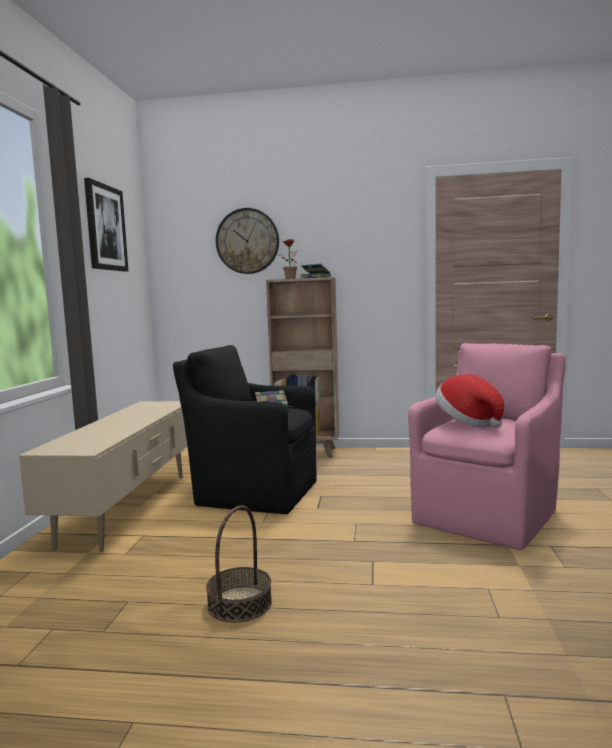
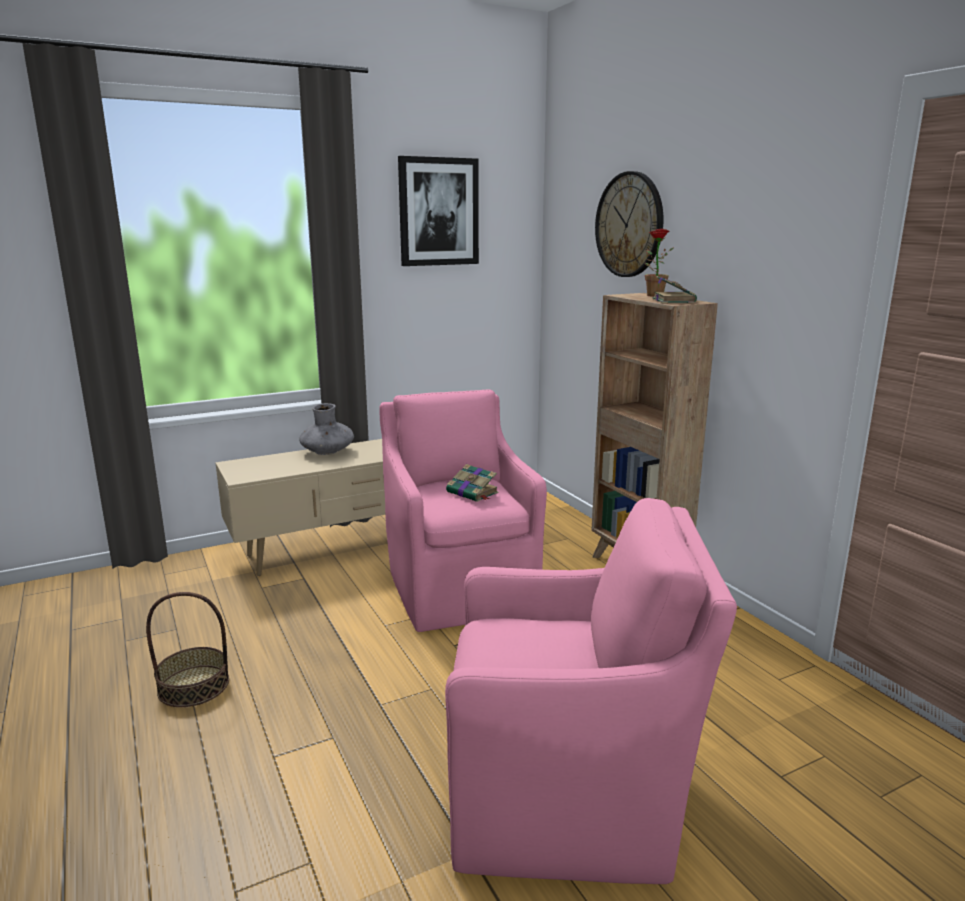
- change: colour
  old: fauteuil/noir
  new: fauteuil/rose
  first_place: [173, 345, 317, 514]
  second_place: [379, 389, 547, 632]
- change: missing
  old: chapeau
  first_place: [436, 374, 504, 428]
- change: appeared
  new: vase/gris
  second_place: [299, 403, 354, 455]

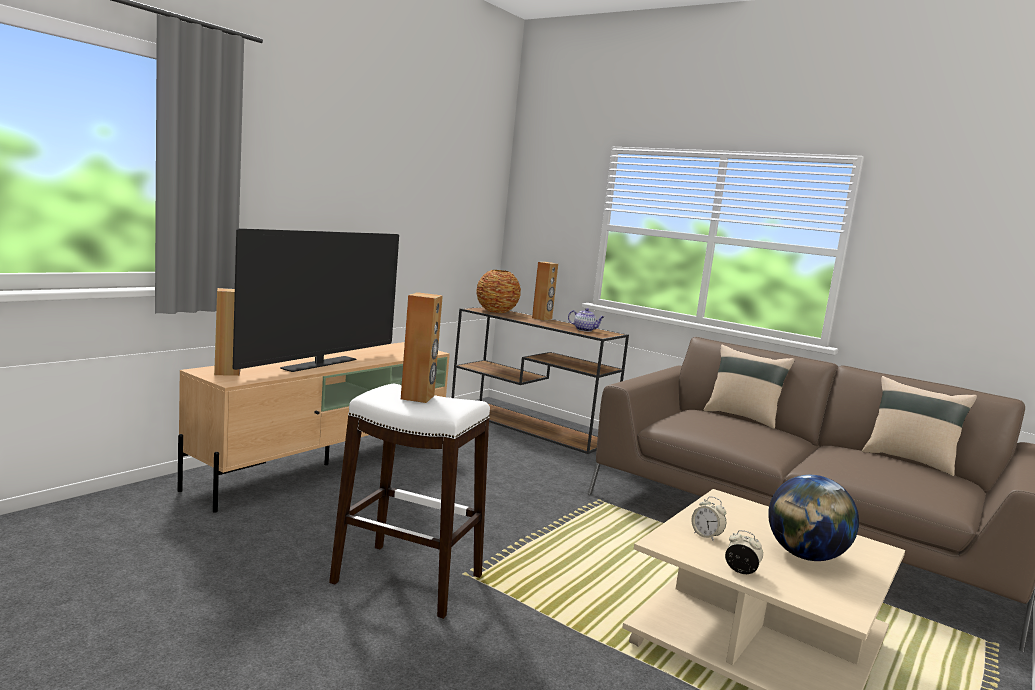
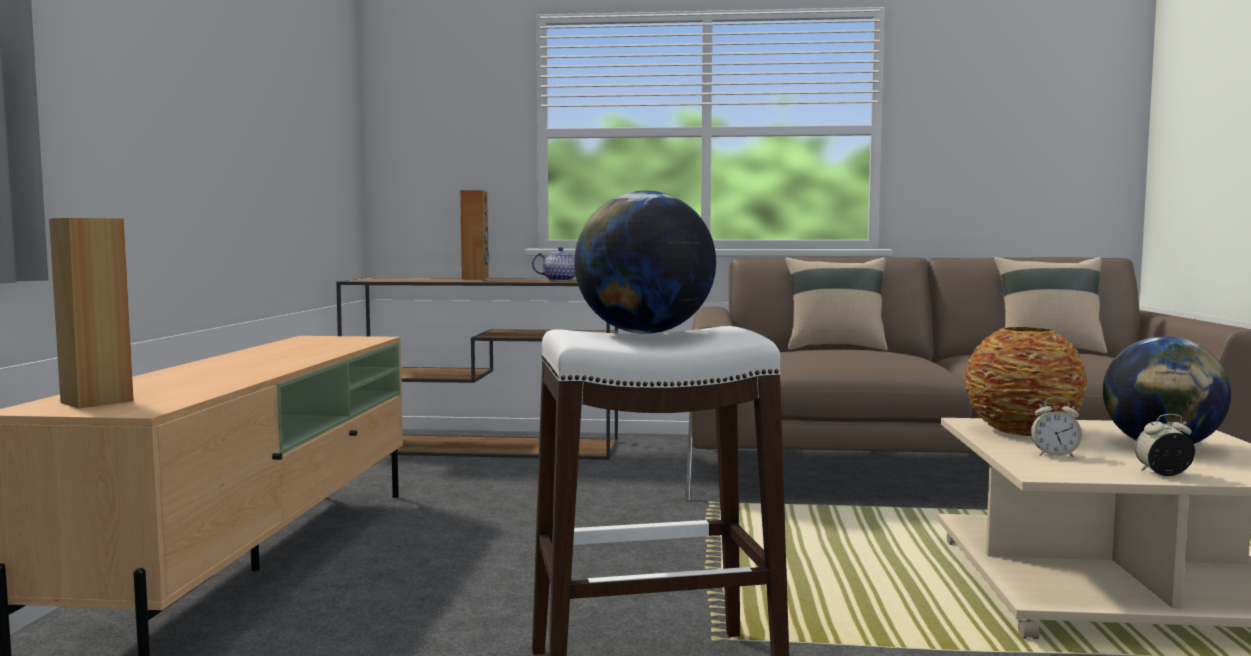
- change: missing
  old: téléviseur
  first_place: [233, 228, 399, 372]
- change: relocated
  old: vase
  first_place: [476, 270, 521, 313]
  second_place: [965, 327, 1087, 436]
- change: exchanged
  old: enceinte/marron
  new: globe
  first_place: [401, 292, 443, 403]
  second_place: [574, 190, 716, 334]

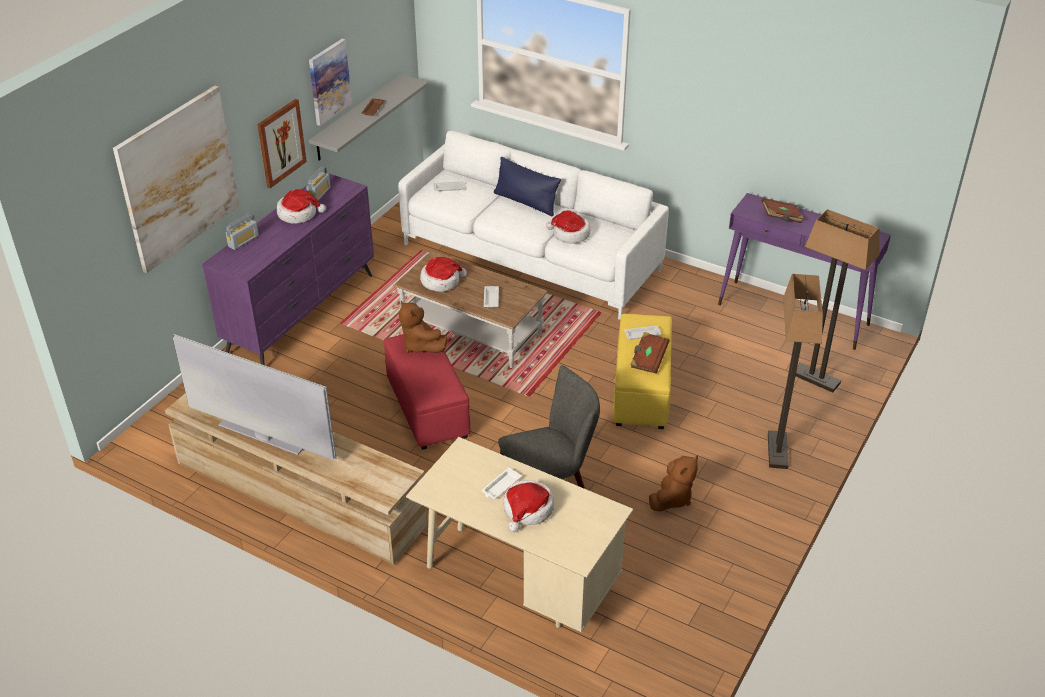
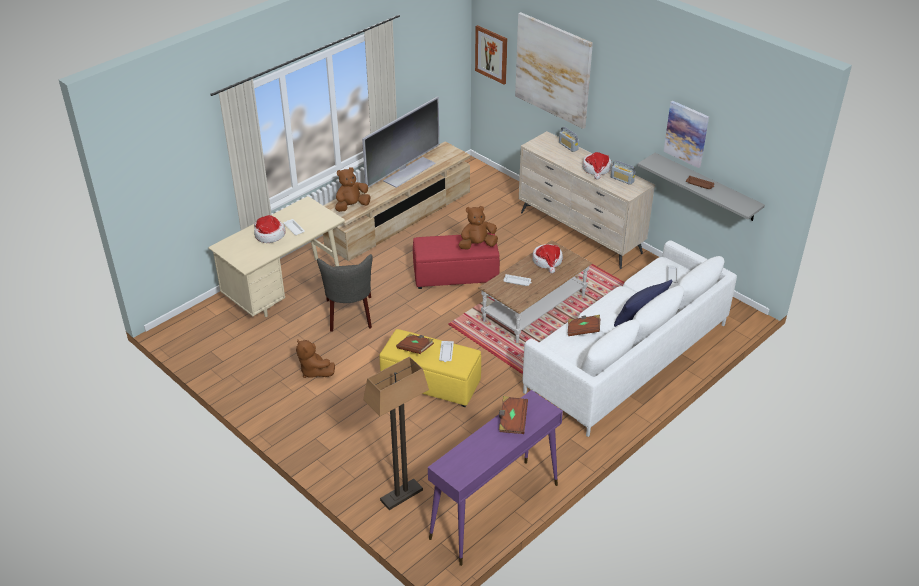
- change: relocated
  old: tableau
  first_place: [257, 99, 307, 188]
  second_place: [475, 25, 507, 85]
- change: colour
  old: commode/violet
  new: commode/beige
  first_place: [202, 173, 374, 365]
  second_place: [519, 131, 655, 269]
- change: exchanged
  old: chapeau
  new: livre/marron
  first_place: [546, 211, 591, 244]
  second_place: [568, 315, 600, 336]
- change: missing
  old: lampadaire
  first_place: [768, 274, 823, 469]
- change: appeared
  new: peluche/marron
  second_place: [335, 167, 370, 212]

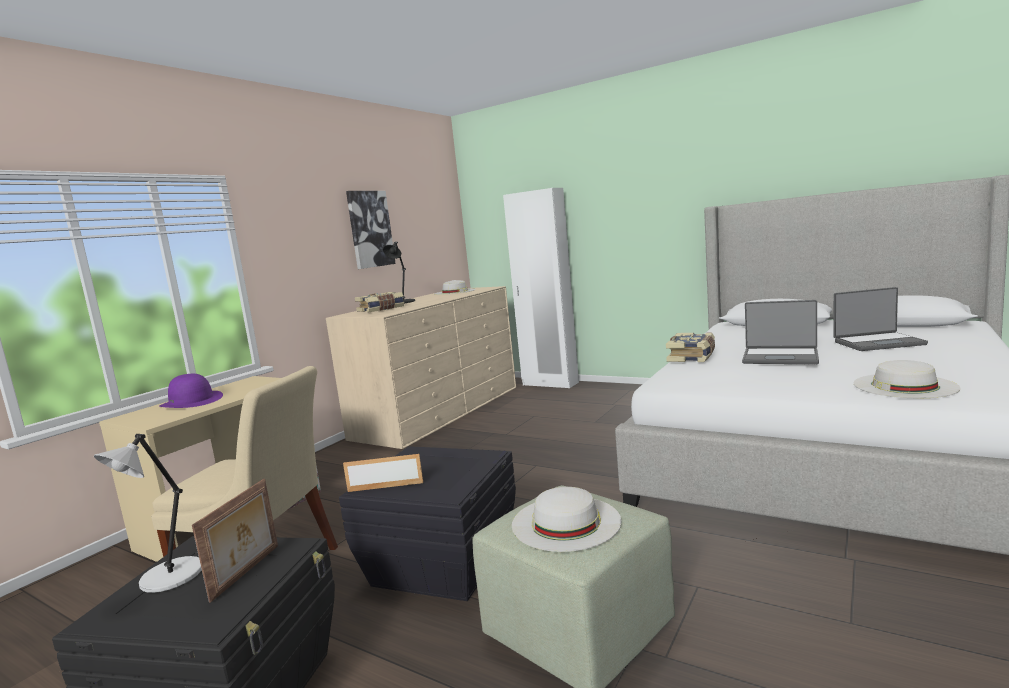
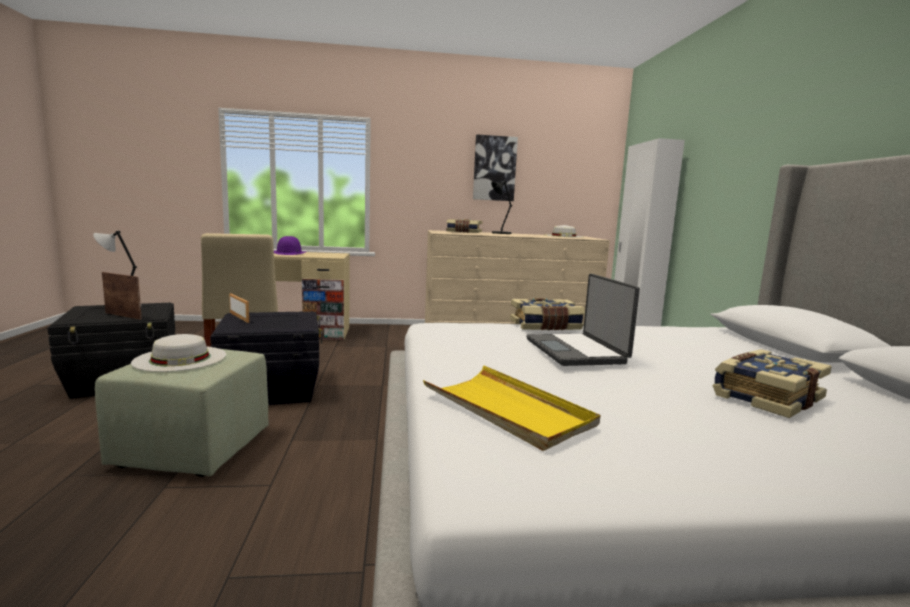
- change: exchanged
  old: ordinateur portable
  new: livre
  first_place: [833, 287, 928, 351]
  second_place: [712, 349, 832, 418]
- change: exchanged
  old: chapeau/blanc
  new: plateau/jaune
  first_place: [854, 360, 960, 398]
  second_place: [423, 365, 600, 451]
- change: spun
  old: cadre photo
  first_place: [192, 479, 278, 603]
  second_place: [102, 272, 142, 320]
  degrees: -135

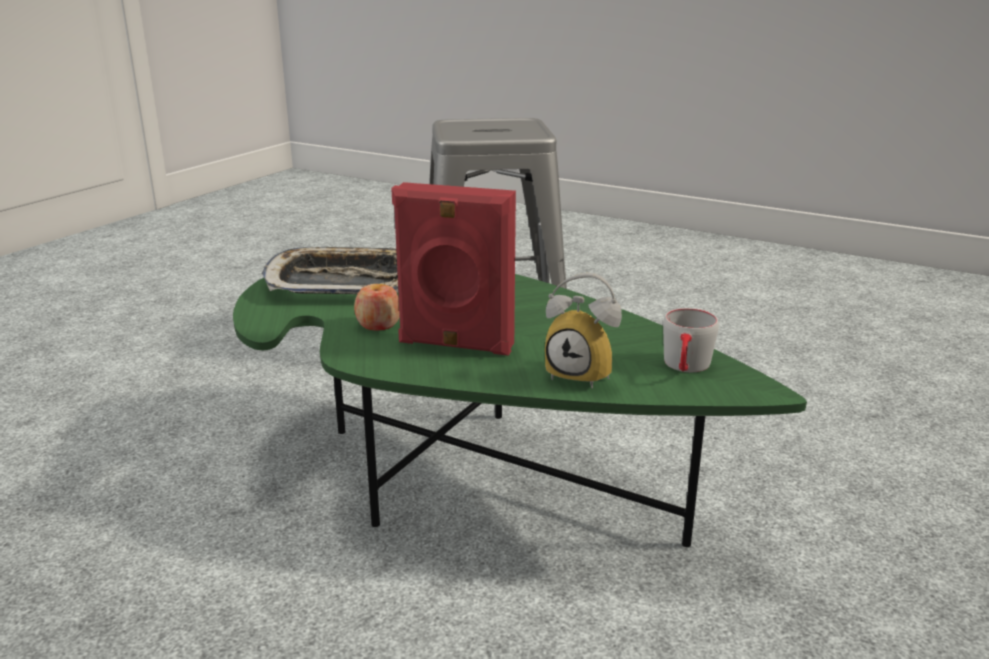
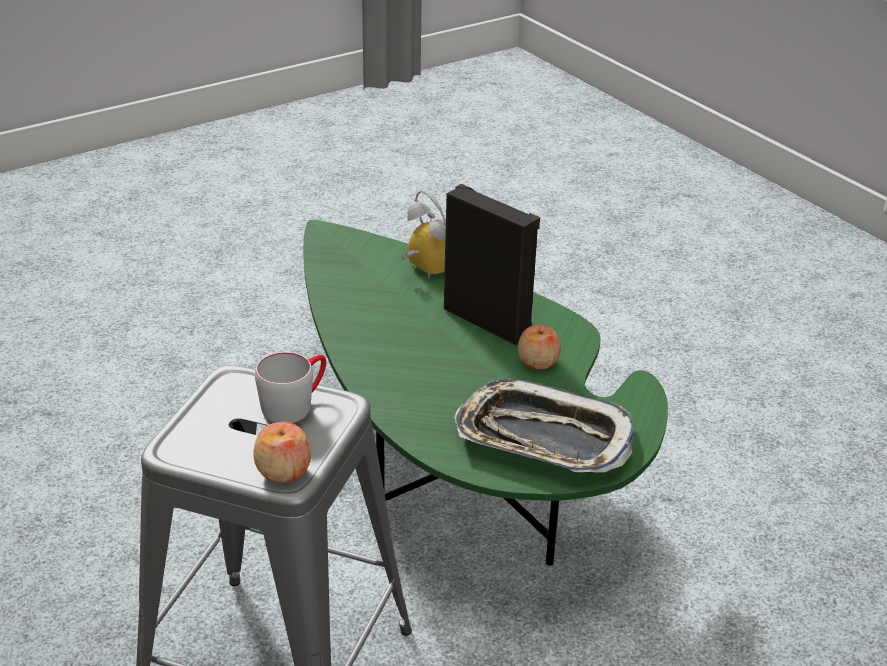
- change: colour
  old: enceinte/rouge
  new: enceinte/noir
  first_place: [391, 182, 516, 356]
  second_place: [444, 184, 540, 345]
- change: relocated
  old: mug/gris
  first_place: [663, 308, 719, 372]
  second_place: [255, 352, 326, 423]
- change: appeared
  new: pomme
  second_place: [253, 422, 311, 483]

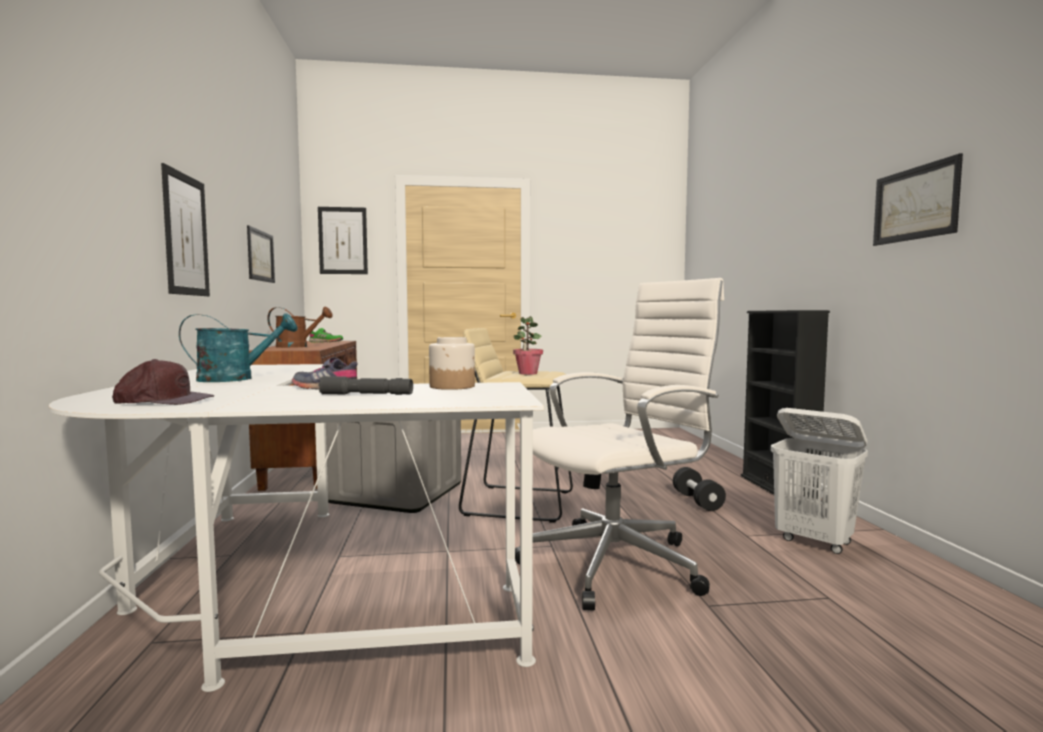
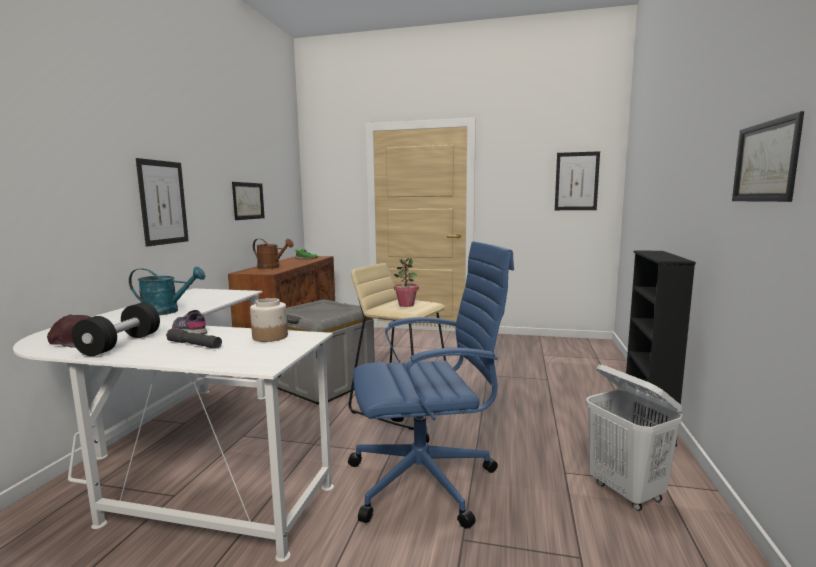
- change: relocated
  old: tableau
  first_place: [318, 207, 368, 274]
  second_place: [555, 151, 600, 210]
- change: colour
  old: chaise de bureau/blanc
  new: chaise de bureau/bleu
  first_place: [515, 278, 724, 610]
  second_place: [348, 241, 514, 529]
- change: relocated
  old: haltère/noir
  first_place: [673, 467, 726, 511]
  second_place: [72, 303, 160, 356]

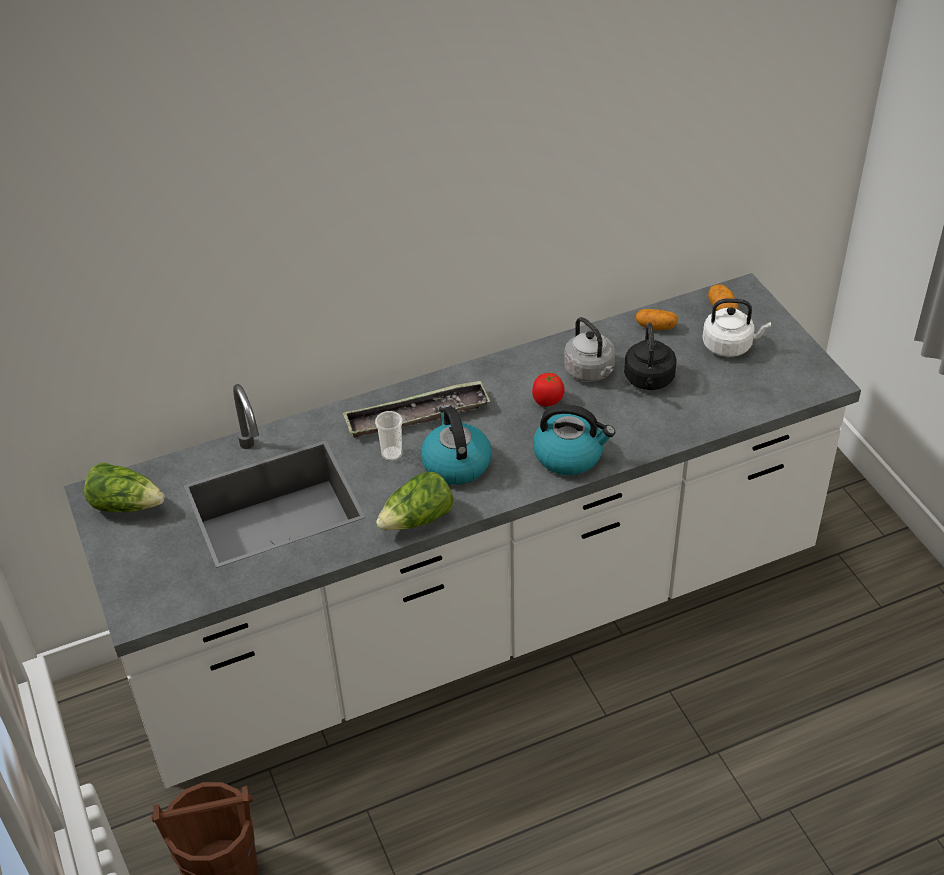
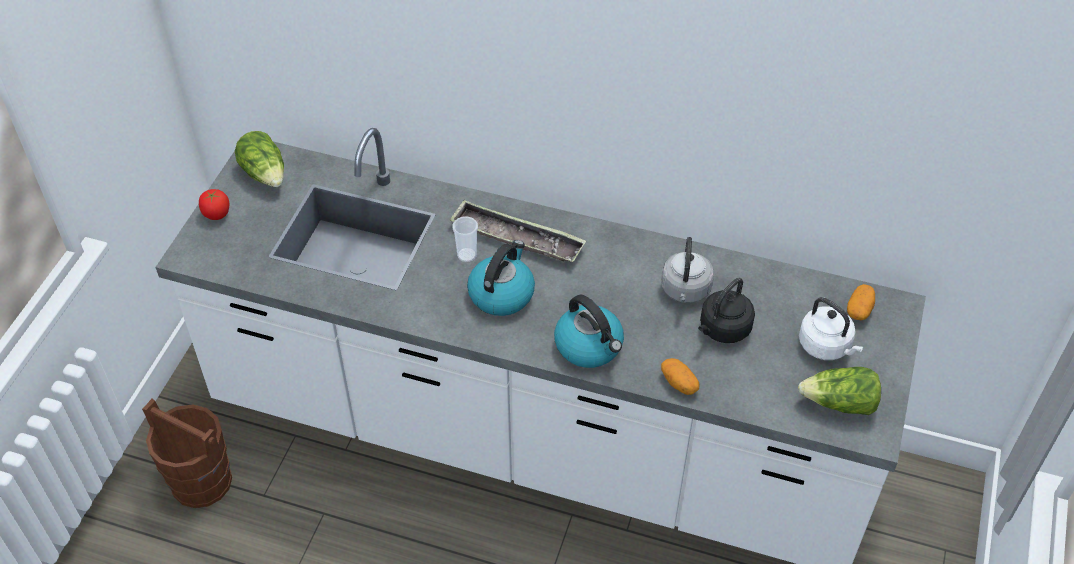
- change: relocated
  old: pomme de terre
  first_place: [636, 309, 678, 330]
  second_place: [661, 358, 699, 395]
- change: relocated
  old: tomate
  first_place: [532, 373, 565, 407]
  second_place: [199, 189, 230, 220]
- change: relocated
  old: laitue
  first_place: [376, 472, 454, 531]
  second_place: [798, 367, 881, 415]

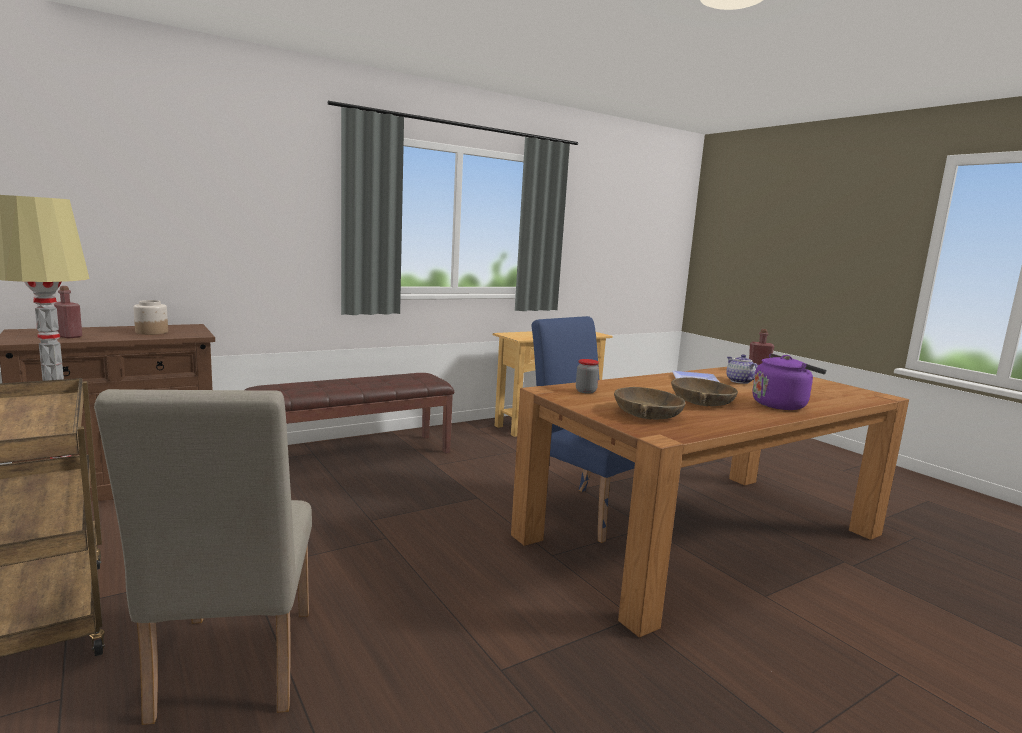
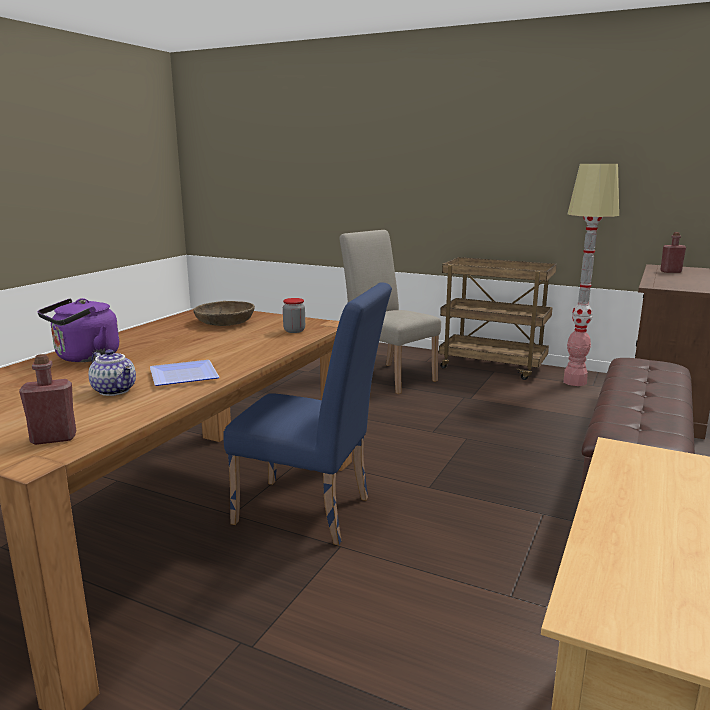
- change: missing
  old: bocal
  first_place: [133, 300, 168, 335]
- change: missing
  old: bol/marron
  first_place: [671, 377, 738, 406]

